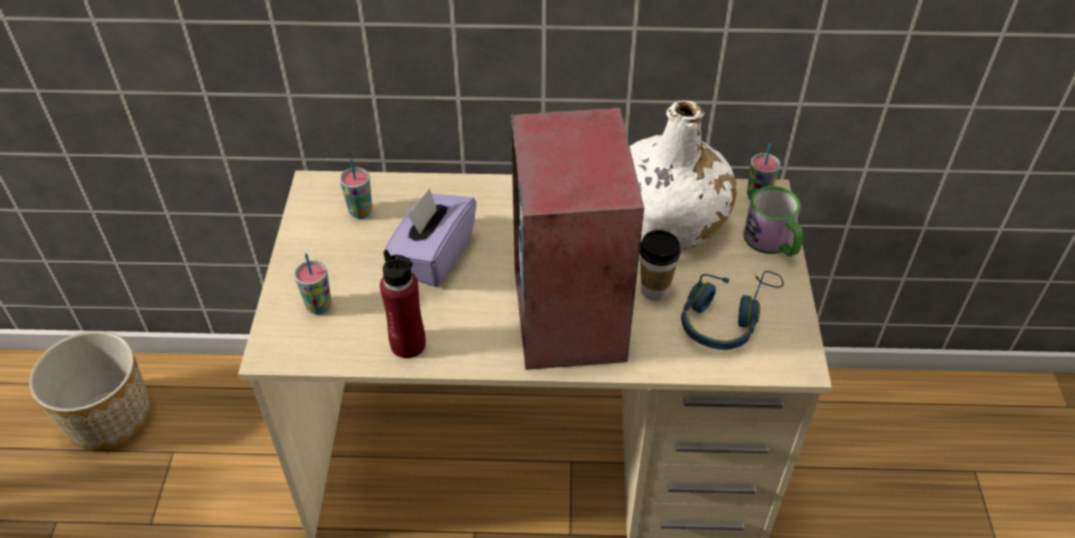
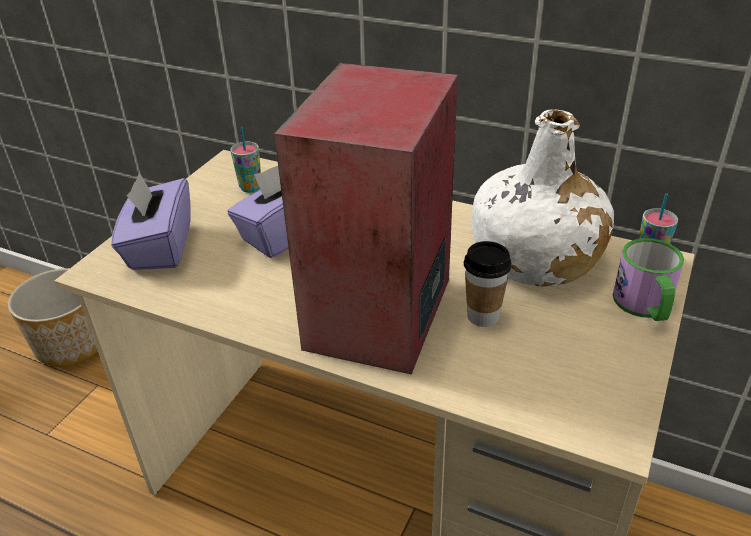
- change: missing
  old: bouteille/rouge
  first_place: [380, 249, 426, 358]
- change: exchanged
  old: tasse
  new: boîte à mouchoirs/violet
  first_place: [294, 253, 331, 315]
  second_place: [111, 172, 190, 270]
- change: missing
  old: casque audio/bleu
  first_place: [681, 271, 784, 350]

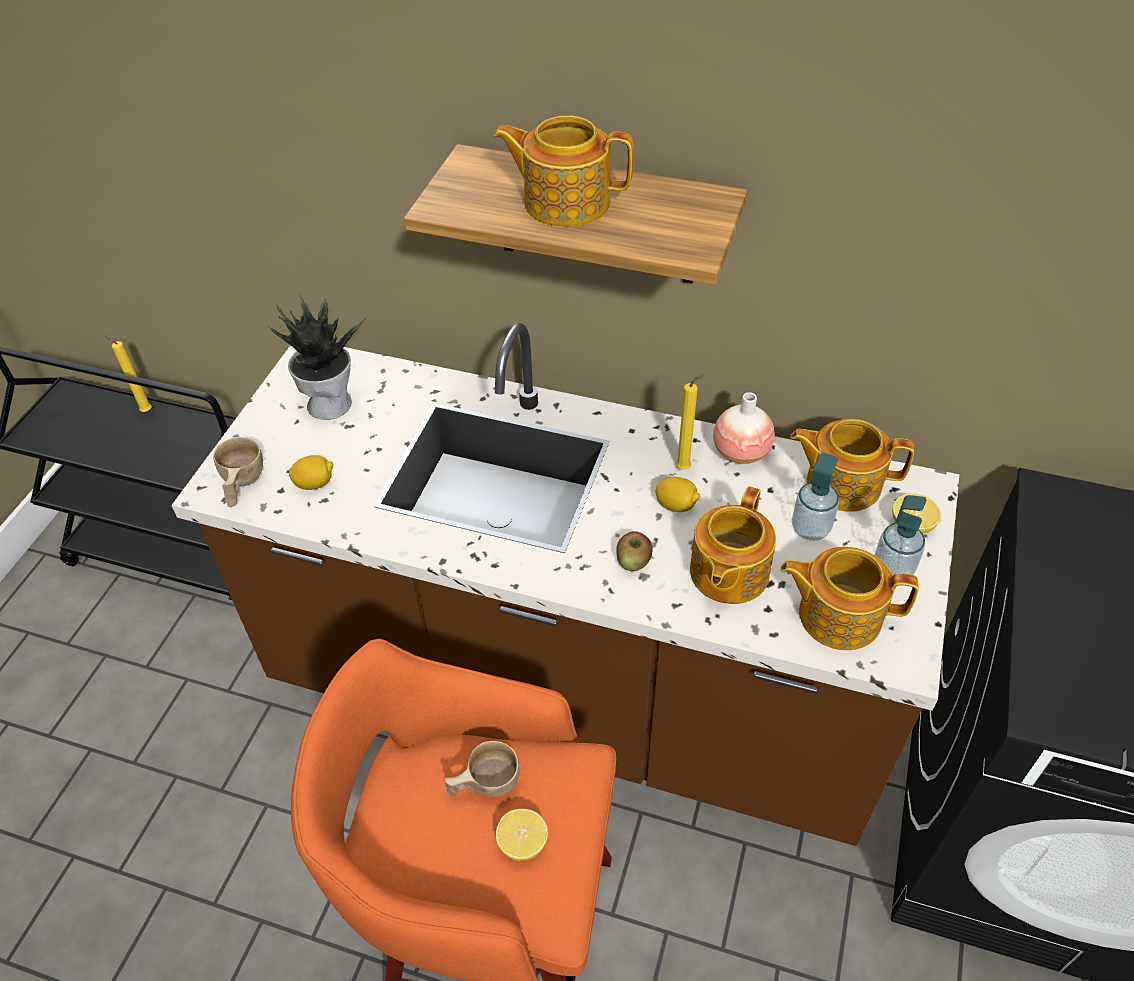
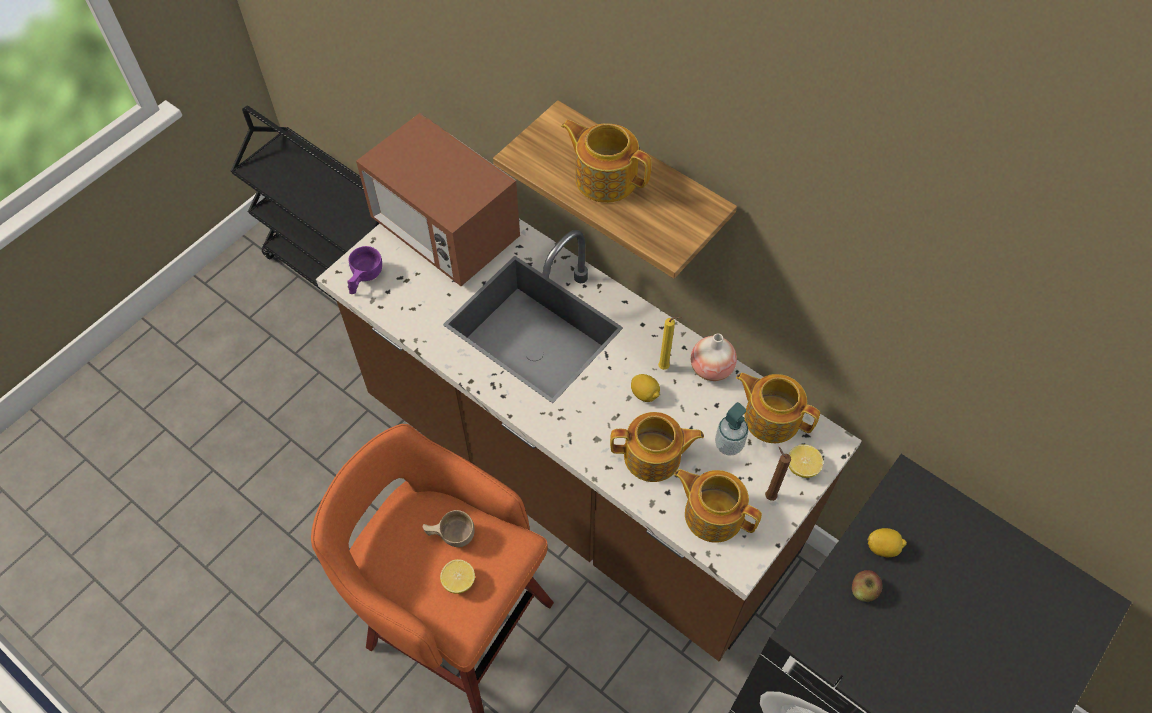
- change: exchanged
  old: plante en pot
  new: micro-ondes
  first_place: [269, 292, 366, 420]
  second_place: [356, 113, 520, 286]
- change: missing
  old: bougie/jaune
  first_place: [104, 334, 152, 412]
- change: colour
  old: tasse/beige
  new: tasse/violet
  first_place: [213, 437, 263, 507]
  second_place: [347, 246, 382, 294]
- change: relocated
  old: citron
  first_place: [289, 455, 333, 490]
  second_place: [867, 528, 907, 557]
- change: spun
  old: théière
  first_place: [690, 486, 776, 604]
  second_place: [610, 412, 704, 482]
  degrees: -135
- change: exchanged
  old: distributeur de savon
  new: bougie/marron
  first_place: [875, 495, 926, 576]
  second_place: [765, 447, 791, 501]
- change: relocated
  old: pomme
  first_place: [616, 531, 653, 571]
  second_place: [852, 570, 883, 602]

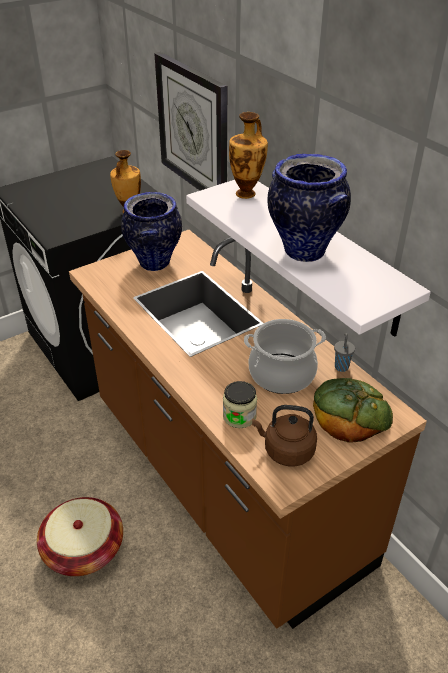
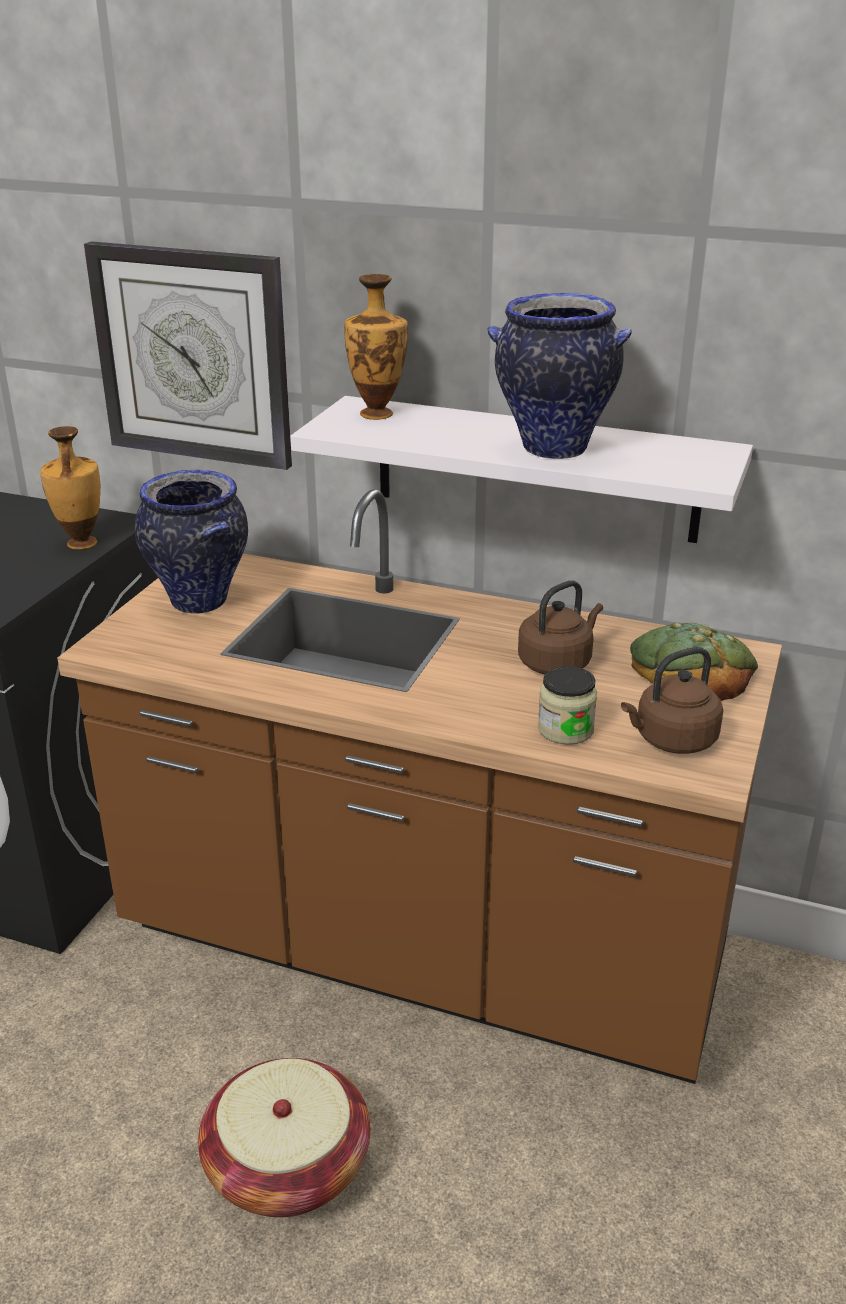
- change: exchanged
  old: marmite
  new: bouilloire/marron
  first_place: [244, 319, 326, 394]
  second_place: [518, 580, 603, 674]
- change: missing
  old: tasse/gris
  first_place: [334, 333, 355, 372]

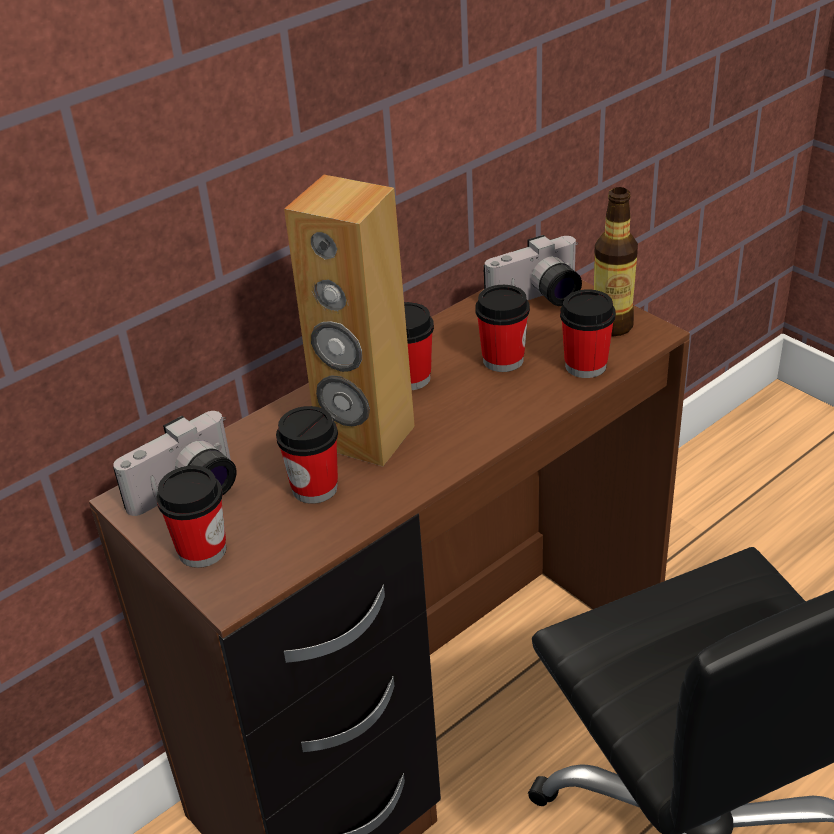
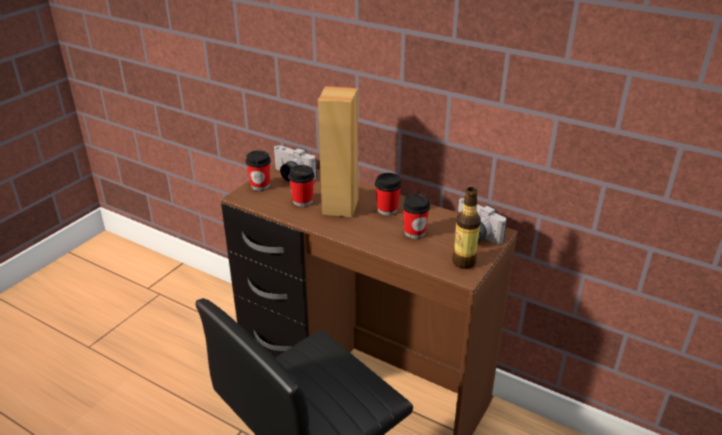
- change: missing
  old: tasse
  first_place: [560, 289, 616, 378]

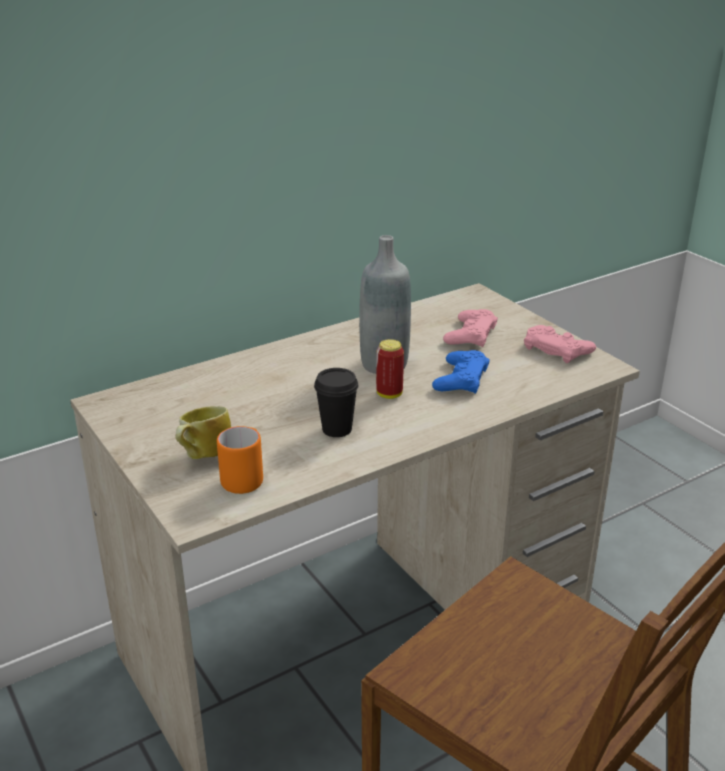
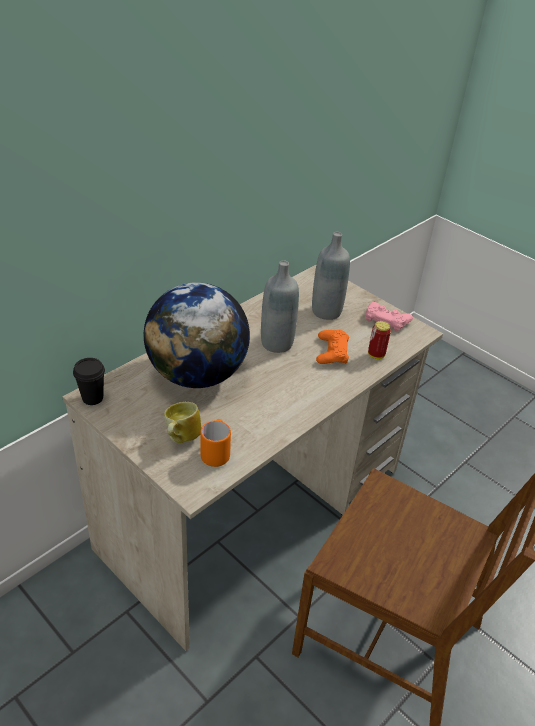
- change: exchanged
  old: manette/rose
  new: bouteille/gris
  first_place: [443, 309, 498, 348]
  second_place: [312, 232, 350, 320]
- change: relocated
  old: boîte métallique
  first_place: [376, 339, 404, 399]
  second_place: [368, 321, 391, 359]
- change: colour
  old: manette/bleu
  new: manette/orange
  first_place: [432, 350, 489, 394]
  second_place: [316, 330, 349, 364]
- change: relocated
  old: tasse/noir
  first_place: [314, 368, 359, 437]
  second_place: [73, 358, 105, 405]
- change: appeared
  new: globe
  second_place: [144, 282, 250, 388]

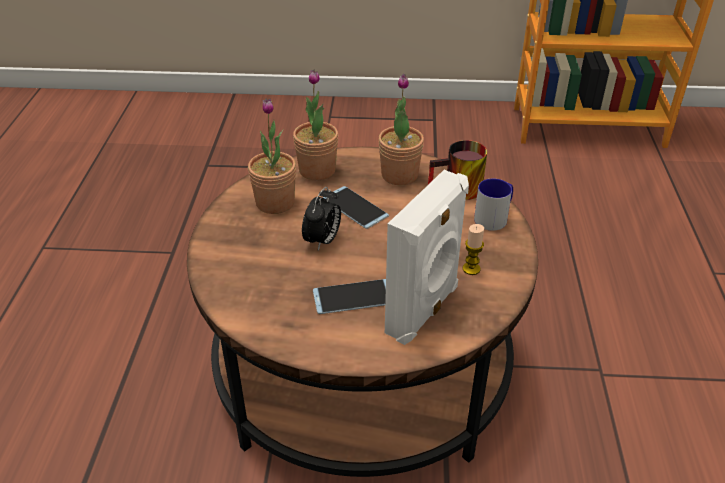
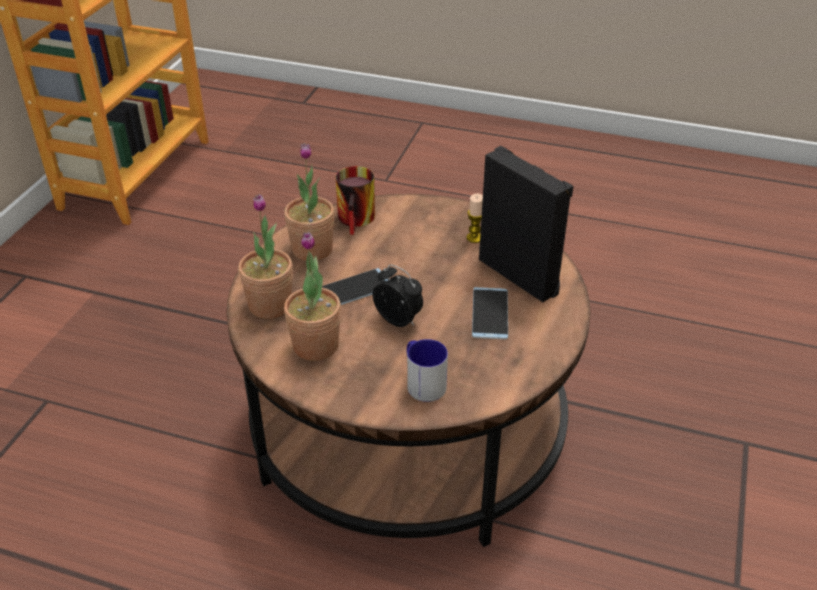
- change: colour
  old: enceinte/blanc
  new: enceinte/noir
  first_place: [385, 170, 469, 345]
  second_place: [479, 146, 573, 302]
- change: relocated
  old: mug
  first_place: [474, 178, 513, 231]
  second_place: [407, 339, 448, 402]

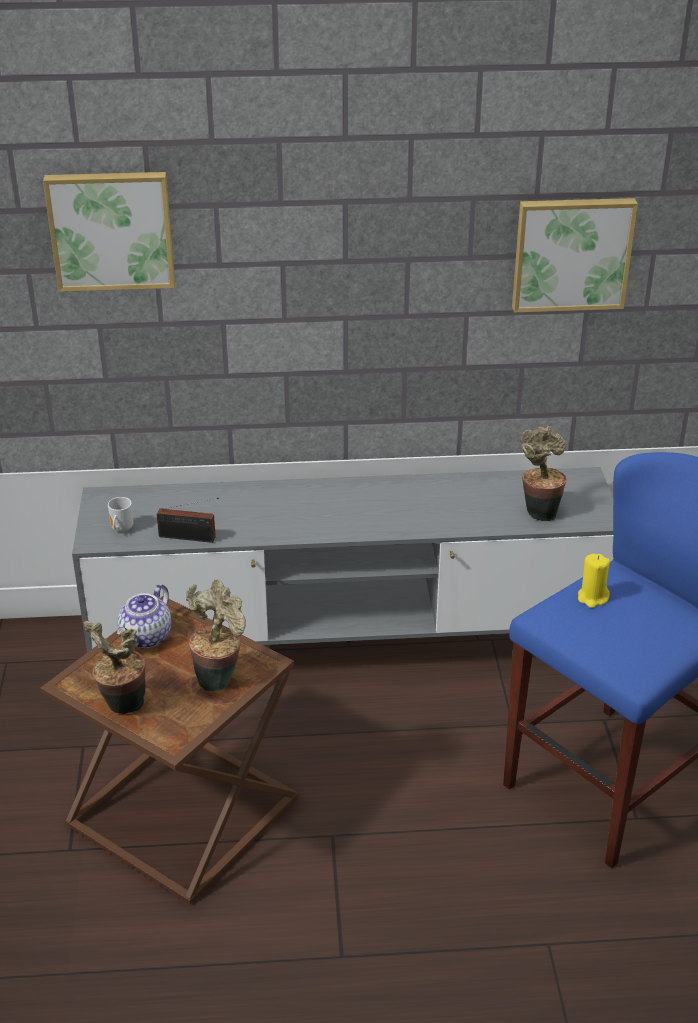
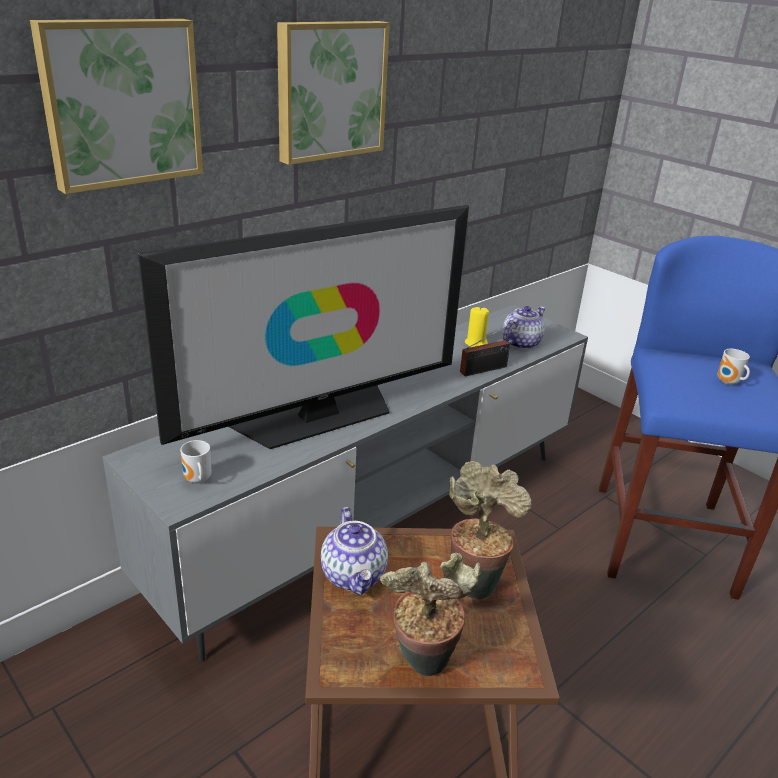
- change: relocated
  old: tableau
  first_place: [512, 198, 638, 313]
  second_place: [277, 21, 390, 165]
- change: exchanged
  old: plante en pot
  new: théière
  first_place: [521, 426, 567, 521]
  second_place: [503, 306, 545, 349]
- change: relocated
  old: radio
  first_place: [157, 498, 219, 543]
  second_place: [460, 322, 515, 376]
- change: relocated
  old: bougie/jaune
  first_place: [578, 554, 610, 608]
  second_place: [465, 306, 489, 347]
- change: appeared
  new: téléviseur
  second_place: [138, 205, 469, 449]
- change: appeared
  new: mug
  second_place: [718, 349, 750, 385]

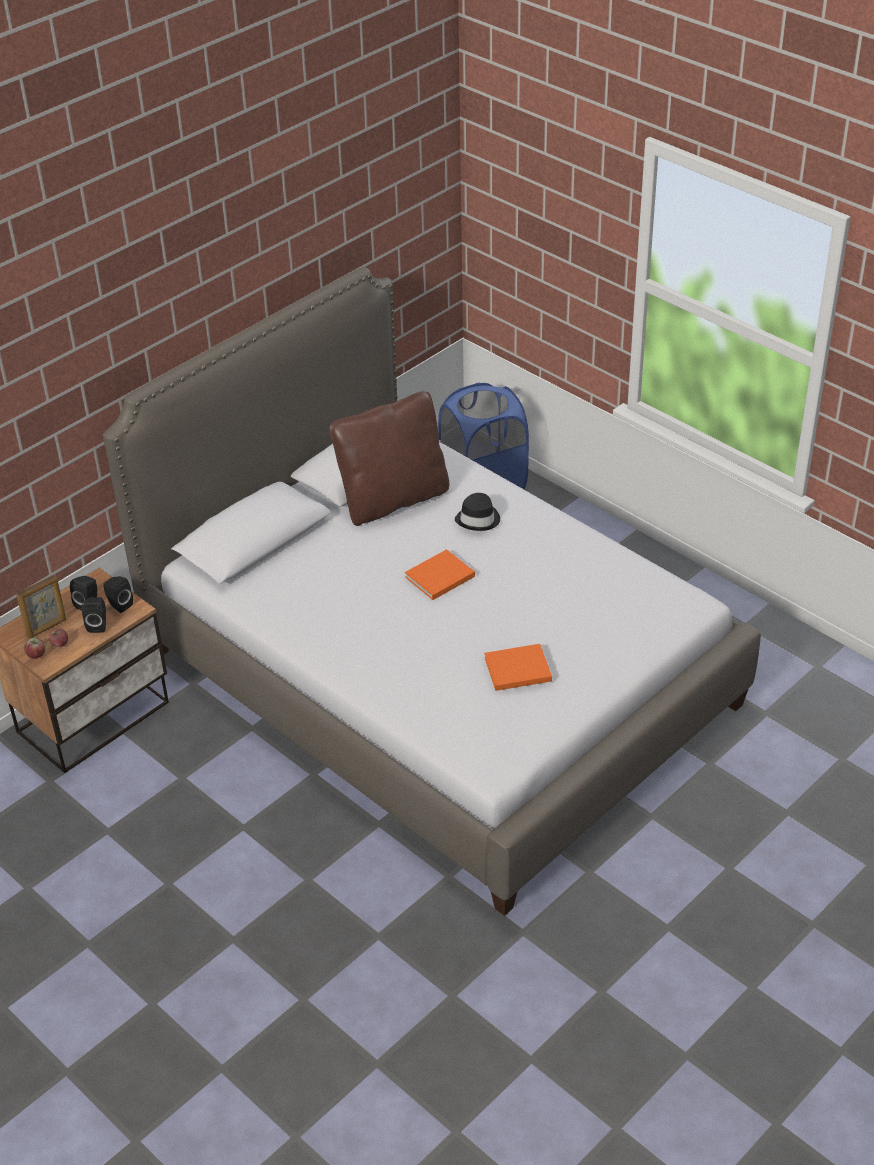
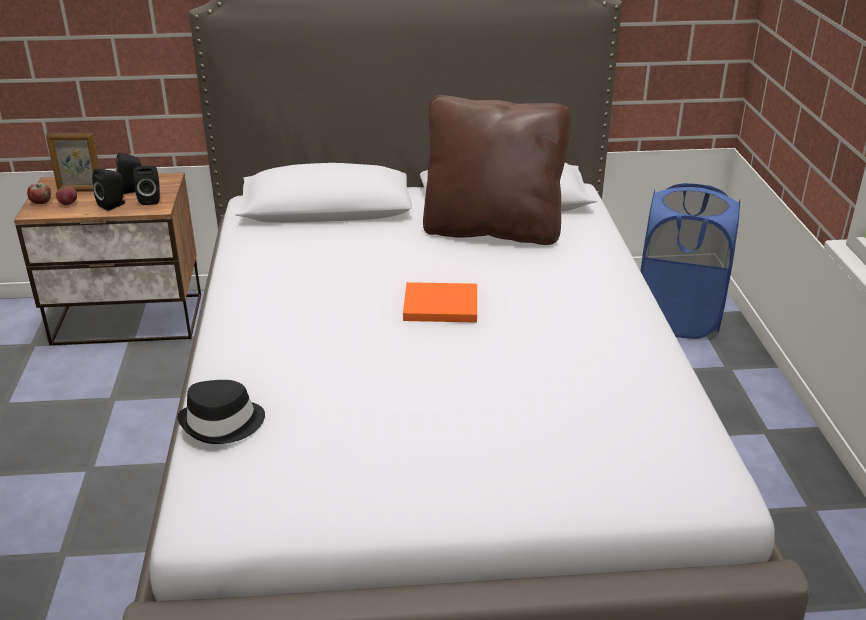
- change: relocated
  old: chapeau/noir
  first_place: [455, 493, 500, 531]
  second_place: [177, 380, 265, 444]
- change: missing
  old: livre/orange
  first_place: [484, 644, 552, 691]

